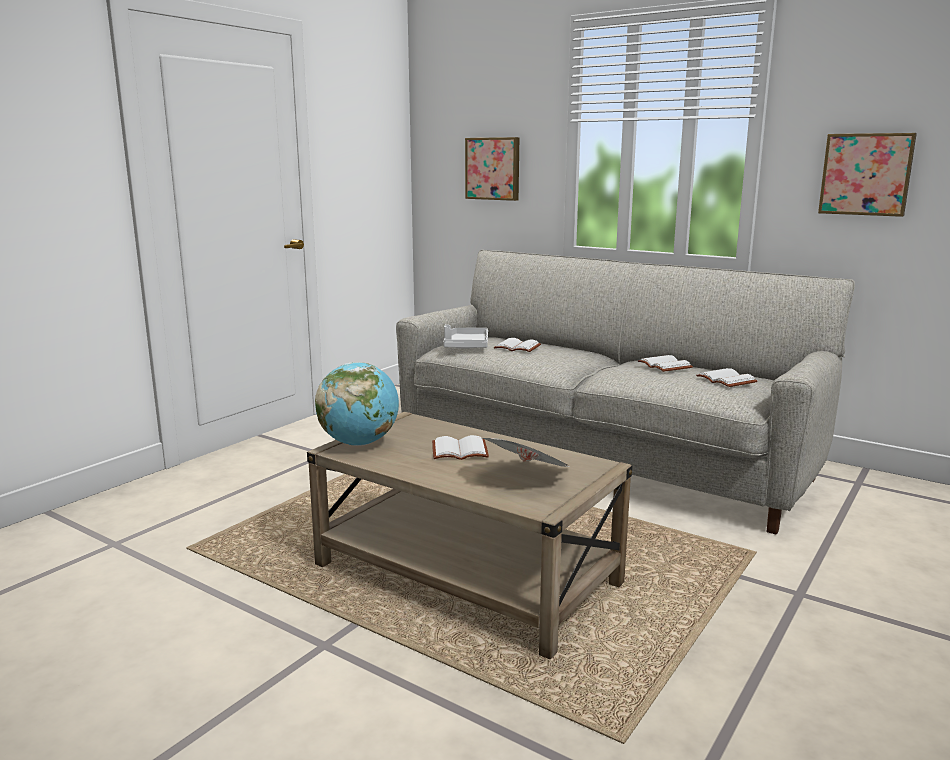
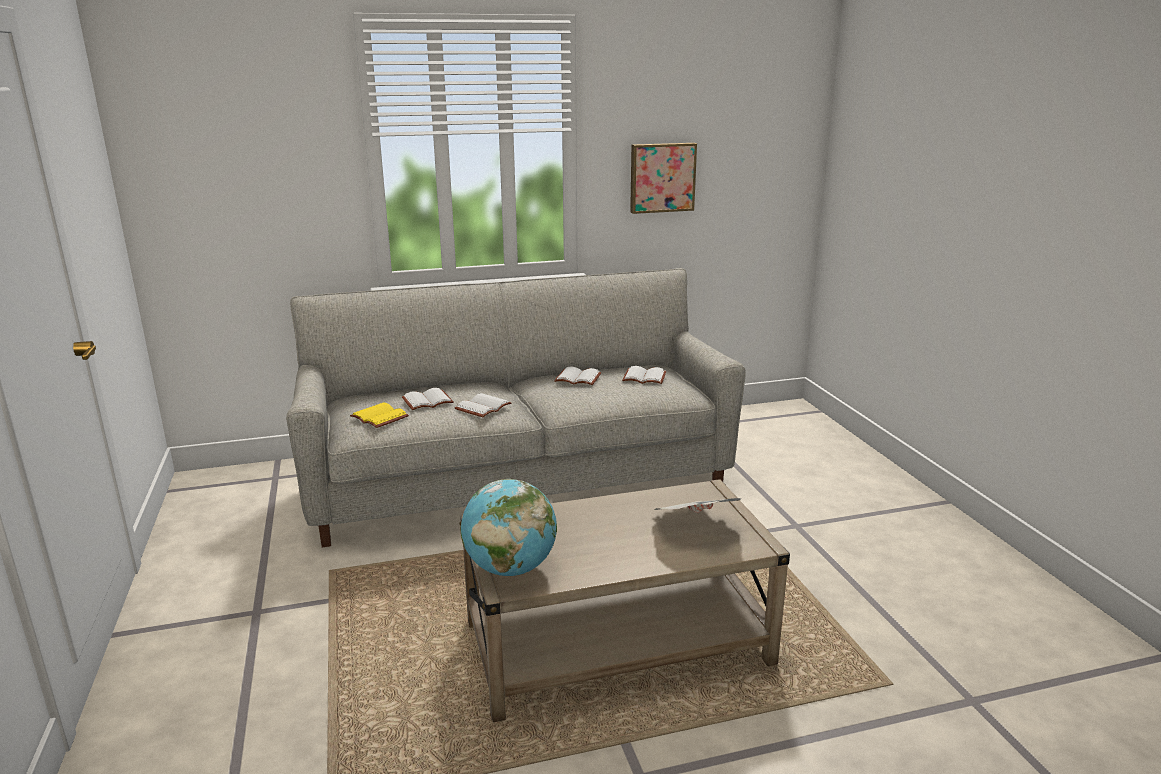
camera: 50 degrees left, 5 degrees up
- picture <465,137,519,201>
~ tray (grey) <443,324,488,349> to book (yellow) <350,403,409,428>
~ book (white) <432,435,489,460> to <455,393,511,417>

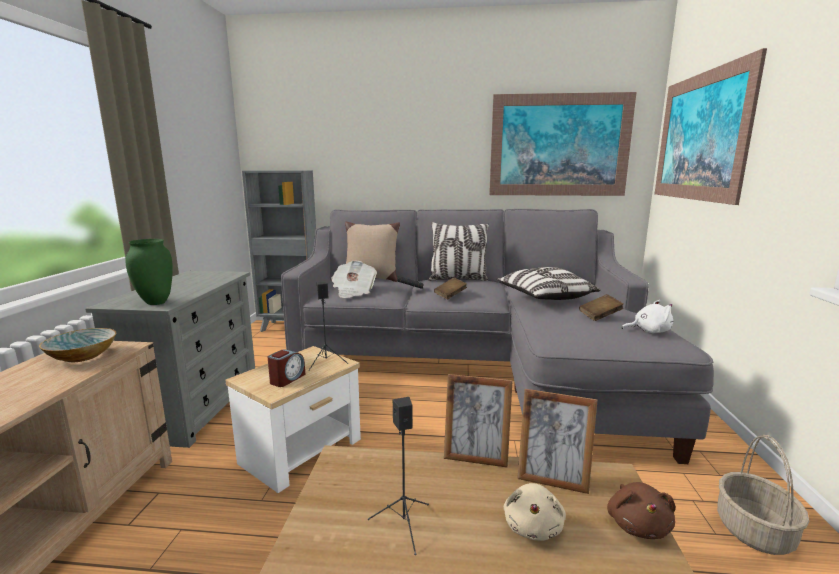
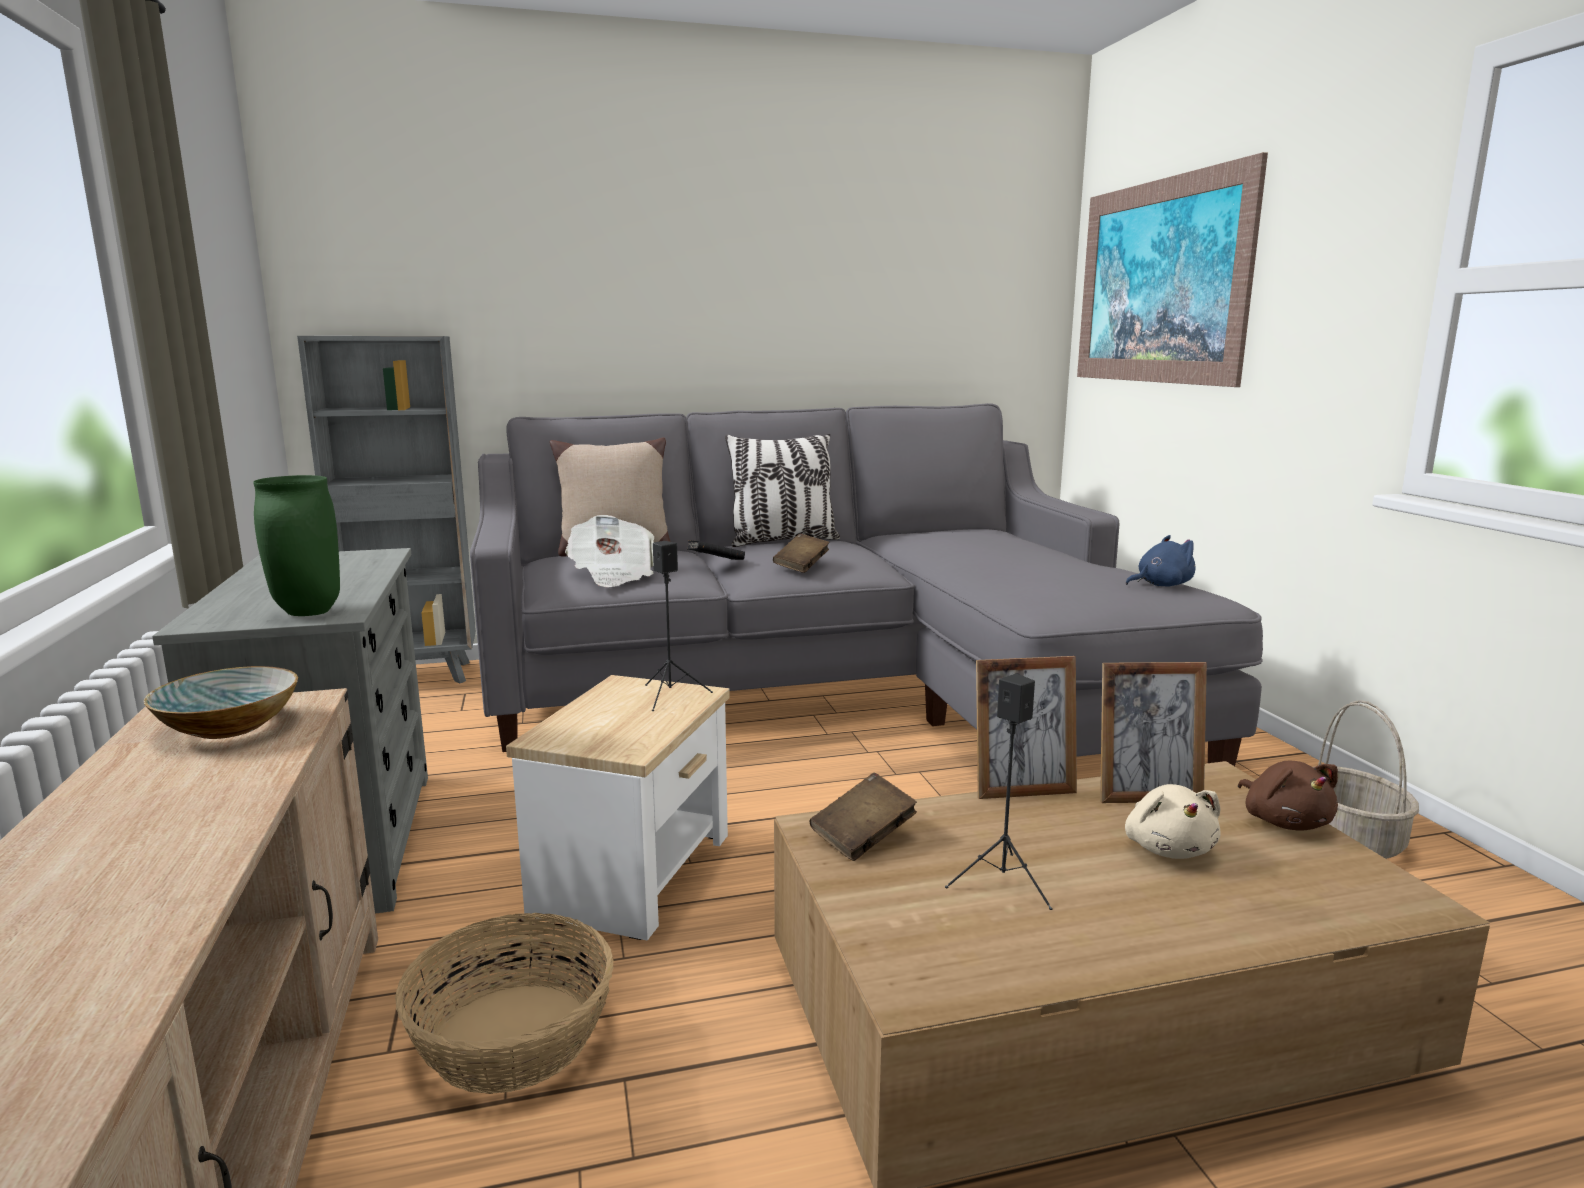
camera: 20 degrees left, 0 degrees up
- picture <489,92,637,196>
- pillow <497,267,601,300>
~ book (brown) <579,294,623,321> to <810,773,917,861>
~ plush toy (white) <622,300,673,333> to plush toy (blue) <1126,535,1195,587>
- alarm clock <268,349,305,387>
+ basket <395,913,614,1094>

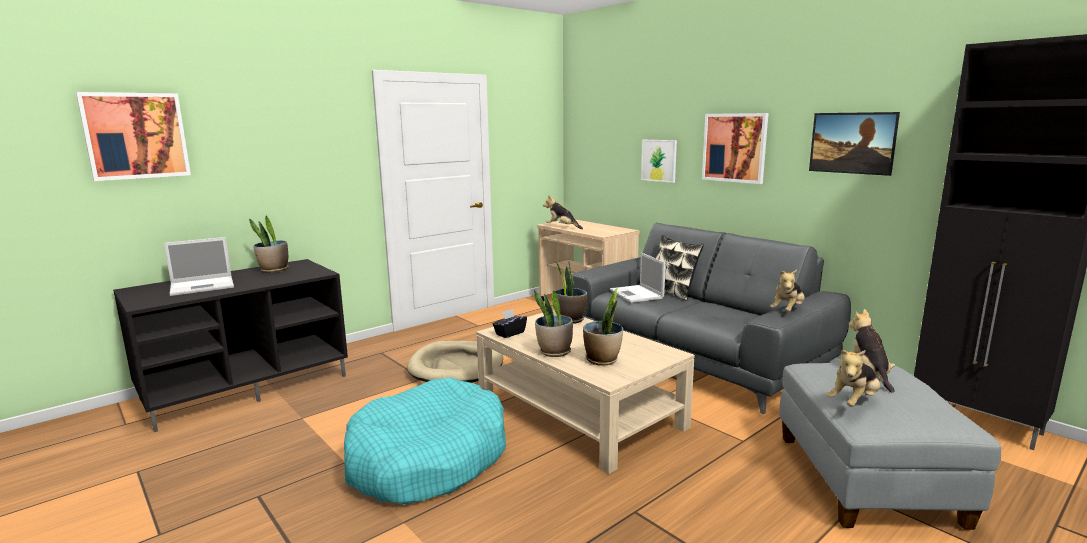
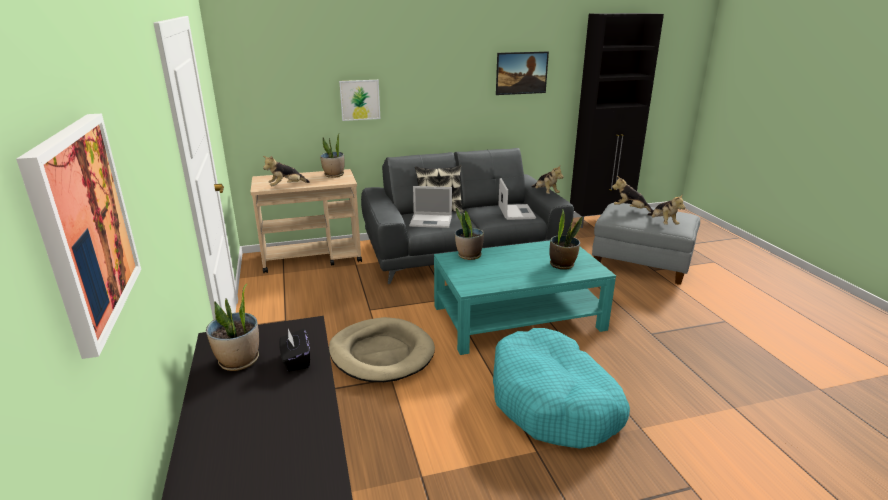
camera: 65 degrees left, 10 degrees up
- picture <702,113,769,184>
~ laptop <164,237,234,296> to <498,178,536,220>
~ potted plant <534,290,573,357> to <320,134,345,178>
~ tissue box (black) <493,309,527,338> to <279,329,310,372>
~ coffee table (beige) <476,310,695,474> to coffee table (turquoise) <434,240,616,355>

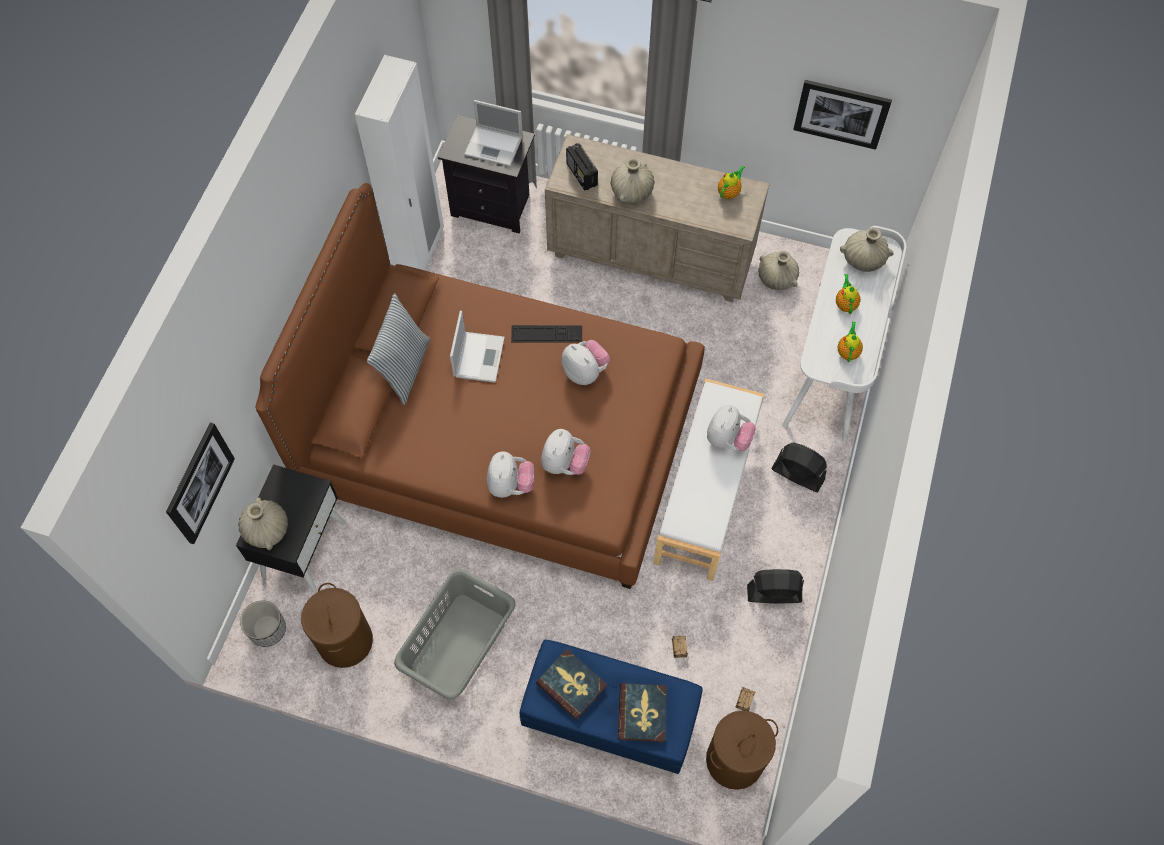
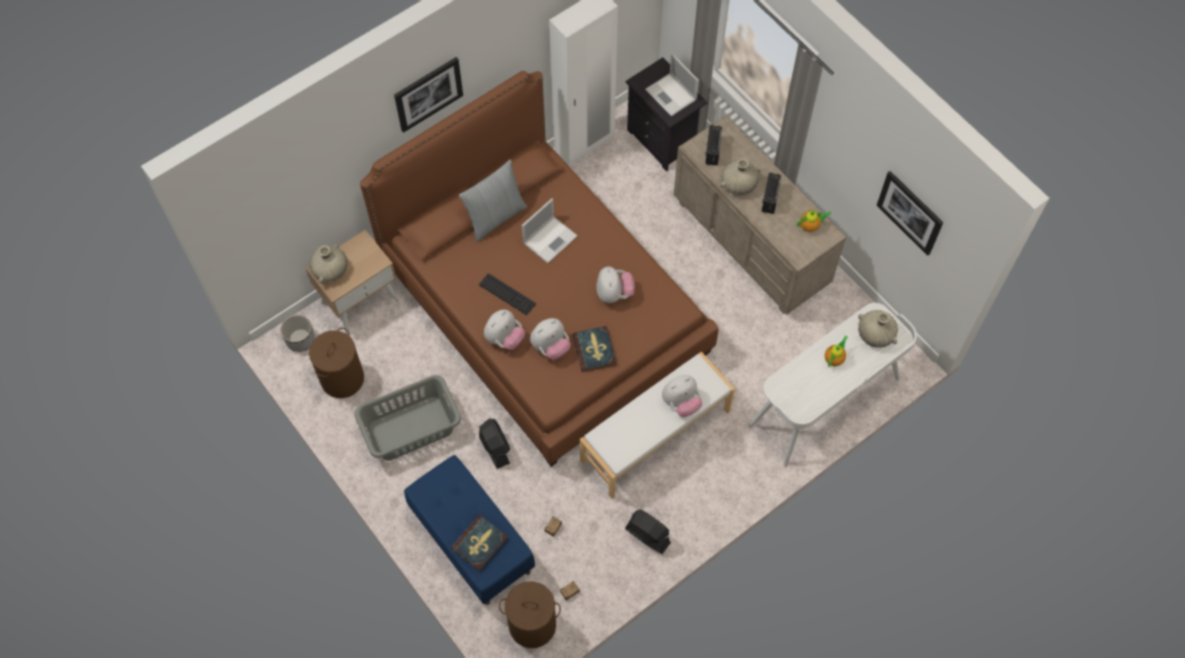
camera: 35 degrees right, 0 degrees up
- vase (beige) <758,251,799,290>
- teapot <838,321,863,362>
~ keyboard <511,325,582,343> to <479,273,536,315>
~ picture <166,422,235,544> to <394,57,463,133>
~ fan (black) <771,442,827,492> to <479,419,510,469>
~ nightstand (black) <236,464,346,593> to nightstand (beige) <305,230,399,334>
~ book <536,649,607,720> to <573,326,616,372>
+ radio <761,173,781,214>

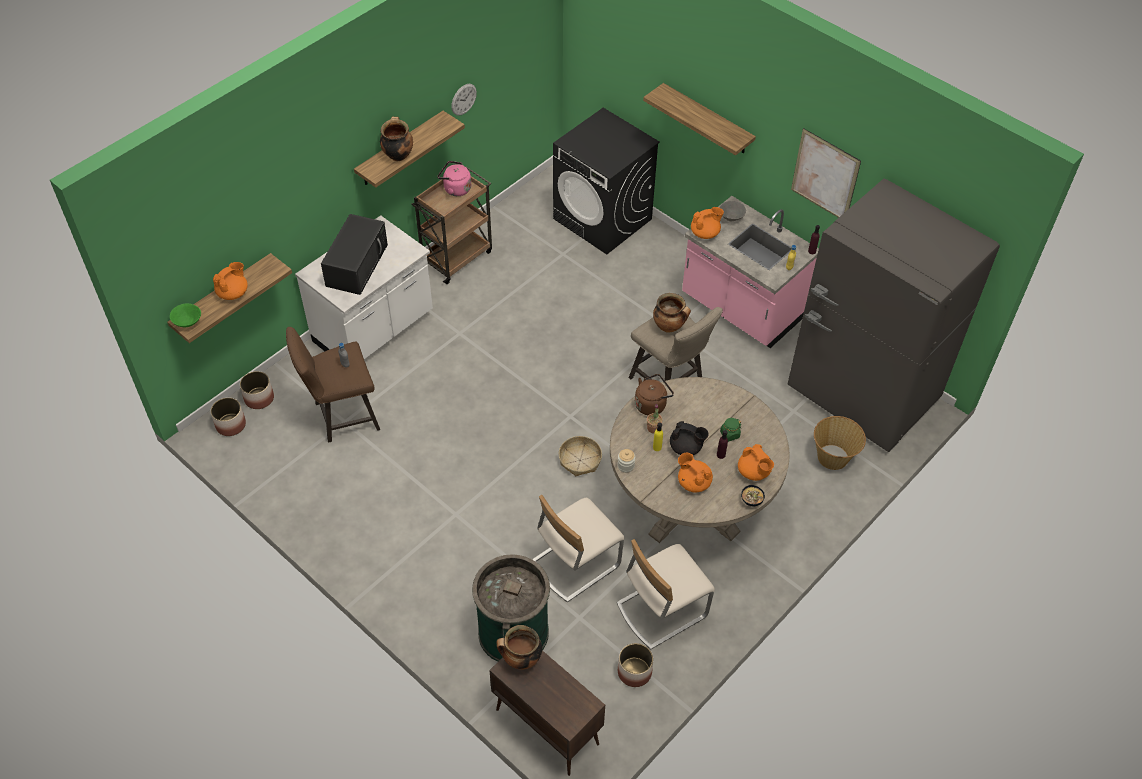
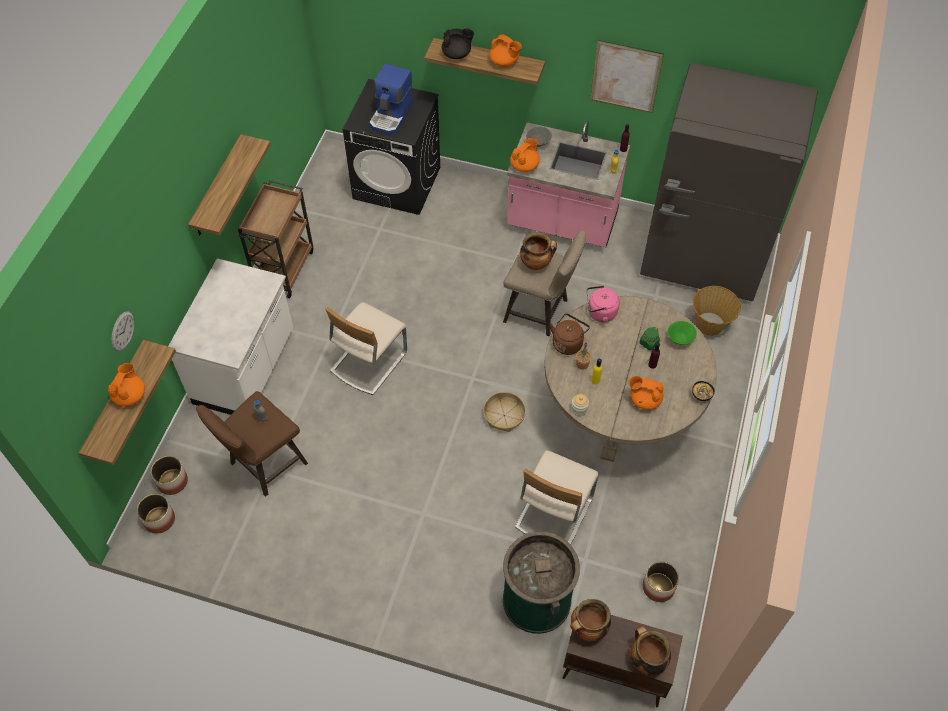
camera: 25 degrees left, 5 degrees up
~ wall clock <451,84,477,116> to <111,311,134,351>
~ cooking pot <380,117,413,161> to <630,626,671,675>
~ kettle (pink) <438,161,471,196> to <586,286,619,323>
- microwave (black) <321,214,388,295>
~ bowl (green) <170,304,201,327> to <668,321,697,345>
~ teapot (black) <670,421,709,455> to <442,28,474,59>
~ teapot (orange) <738,444,774,481> to <490,34,522,67>
~ chair (beige) <617,539,715,650> to <325,302,407,395>
+ coffee machine <369,63,413,135>

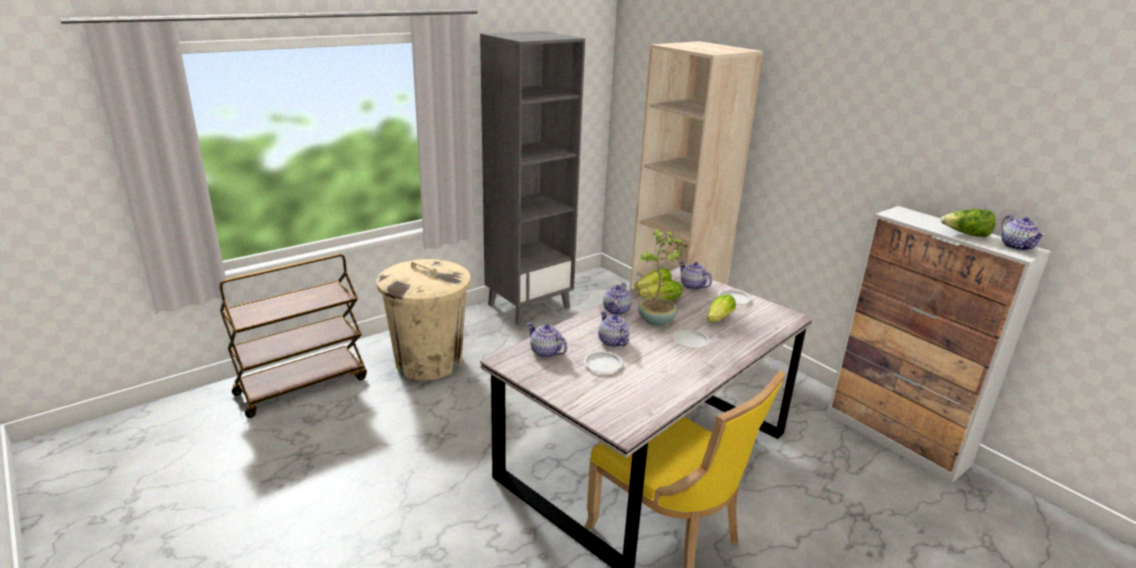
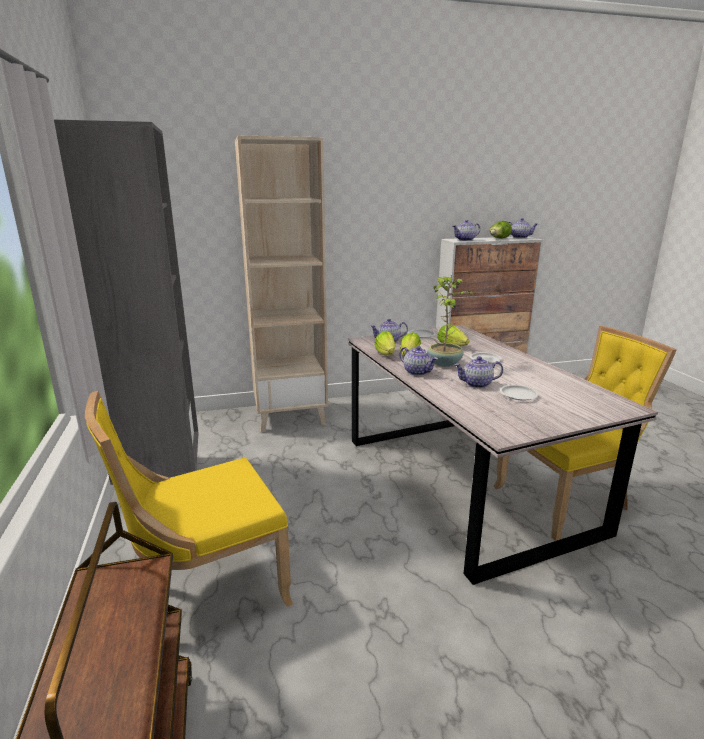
camera: 65 degrees left, 5 degrees down
~ trash can (beige) <377,259,471,380> to chair (yellow) <85,391,293,607>
~ teapot <527,322,567,358> to <453,220,480,241>

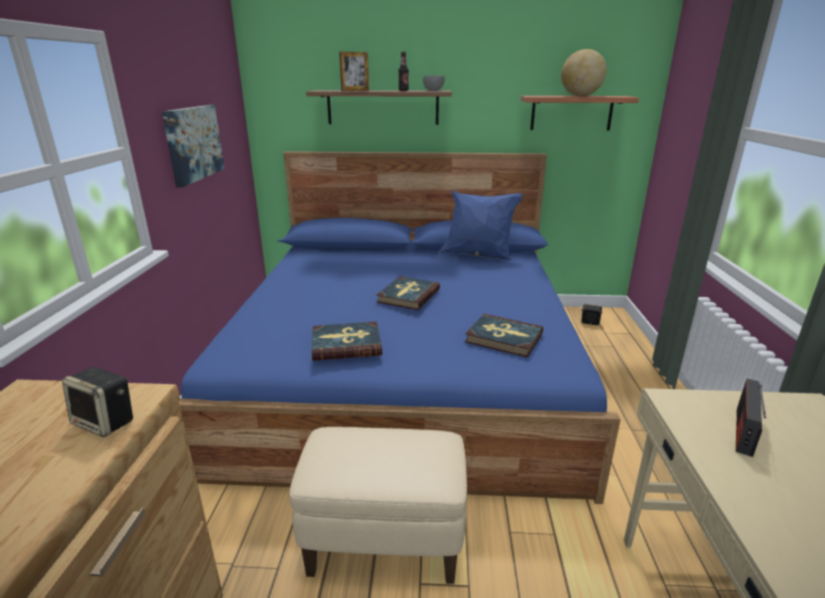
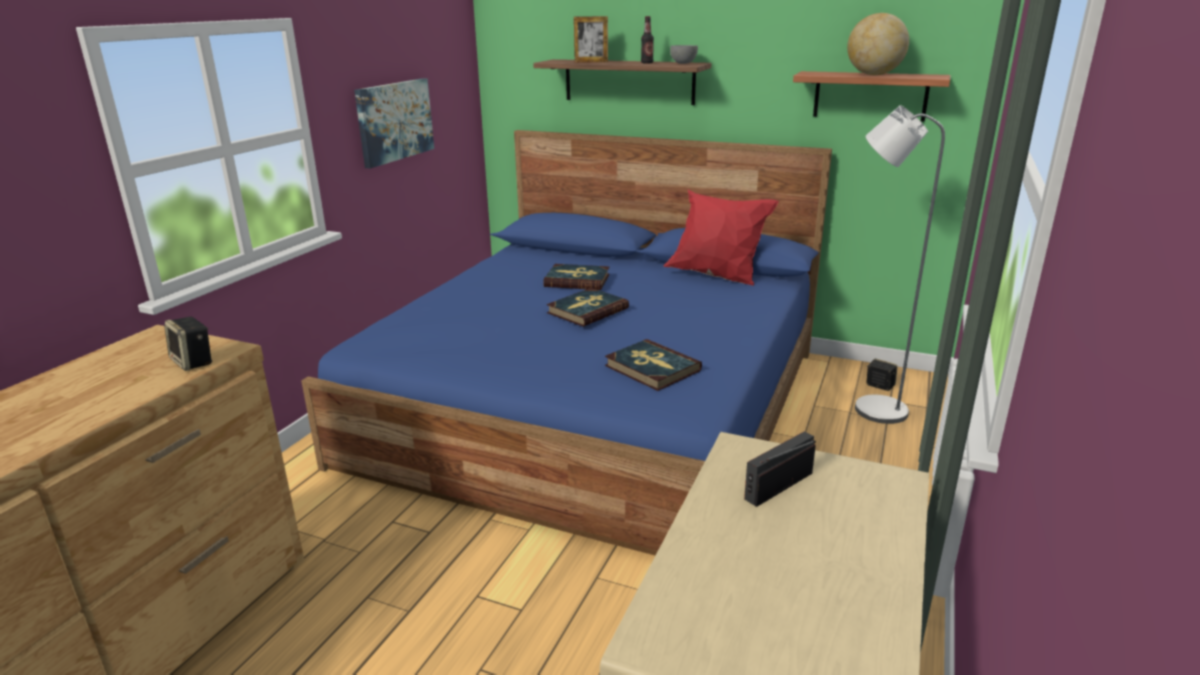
camera: 20 degrees right, 0 degrees up
~ pillow (blue) <438,190,523,260> to pillow (red) <663,190,779,286>
~ book <312,321,382,361> to <543,264,610,290>
- ottoman (beige) <290,427,467,584>
+ floor lamp (grey) <855,105,945,424>

